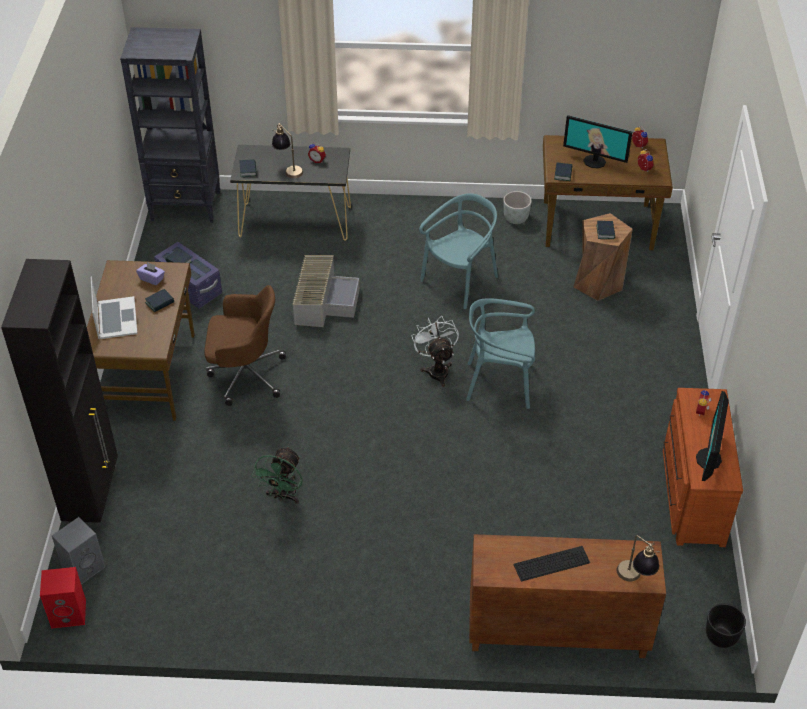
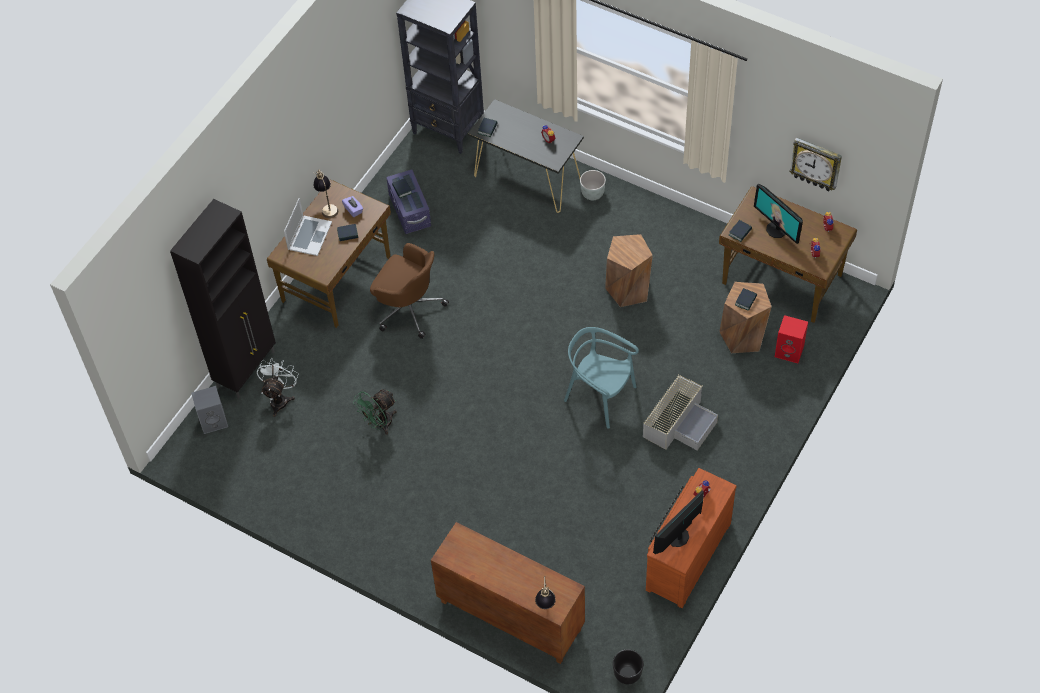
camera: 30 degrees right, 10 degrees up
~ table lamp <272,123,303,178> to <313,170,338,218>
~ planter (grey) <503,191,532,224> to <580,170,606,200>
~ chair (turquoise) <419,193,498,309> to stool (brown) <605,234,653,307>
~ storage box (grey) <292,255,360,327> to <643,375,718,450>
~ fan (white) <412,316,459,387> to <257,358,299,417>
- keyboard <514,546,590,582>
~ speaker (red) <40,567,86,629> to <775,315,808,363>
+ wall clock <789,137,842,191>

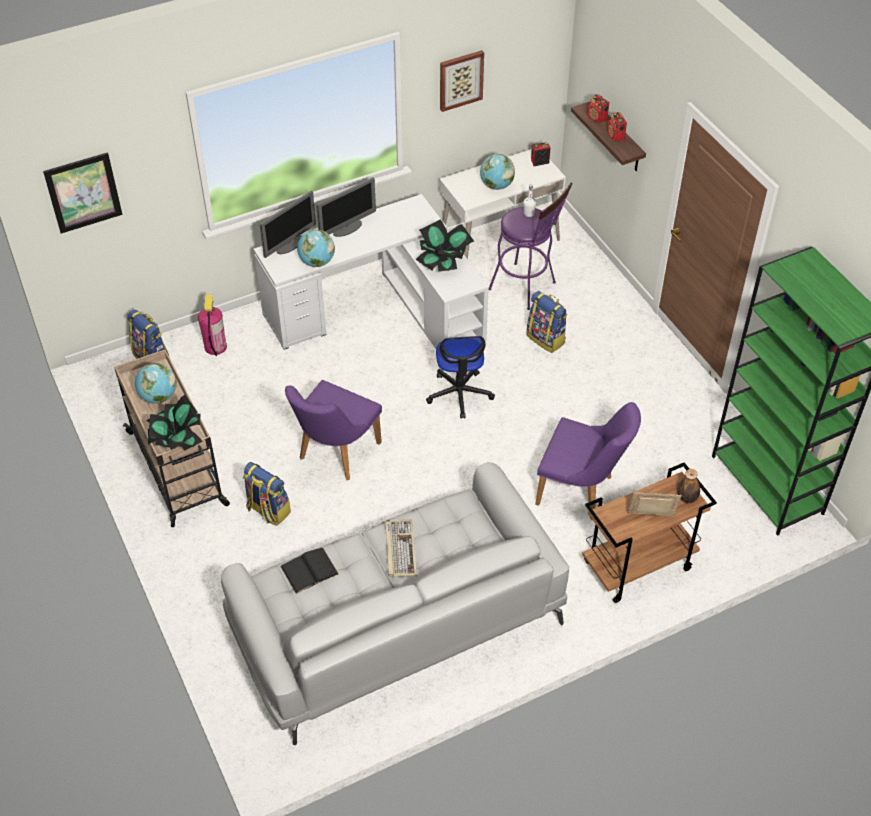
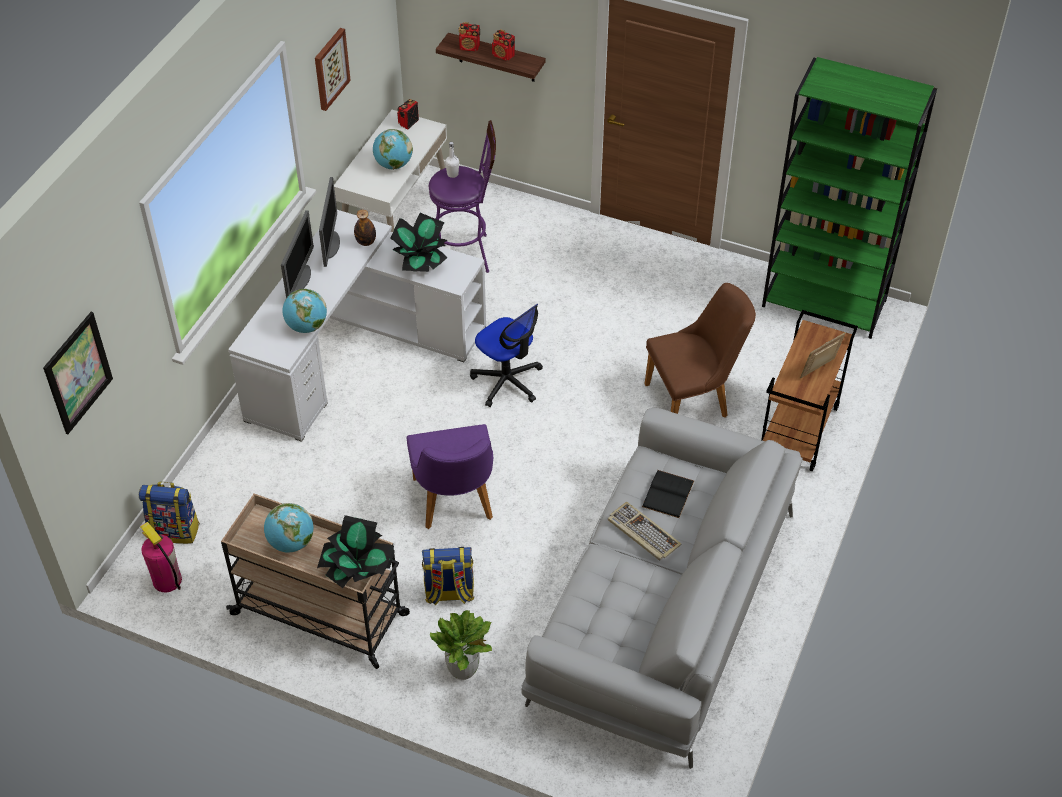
camera: 40 degrees left, 0 degrees up
~ monitor <259,191,316,258> to <319,177,340,267>
- backpack <526,291,567,353>
~ fire extinguisher <198,294,227,356> to <140,522,182,592>
~ chair (purple) <535,402,641,520> to chair (brown) <645,283,756,418>
~ bottle <678,469,700,503> to <354,210,376,246>
~ book (black) <280,548,339,594> to <642,470,694,518>
+ potted plant <430,610,492,680>

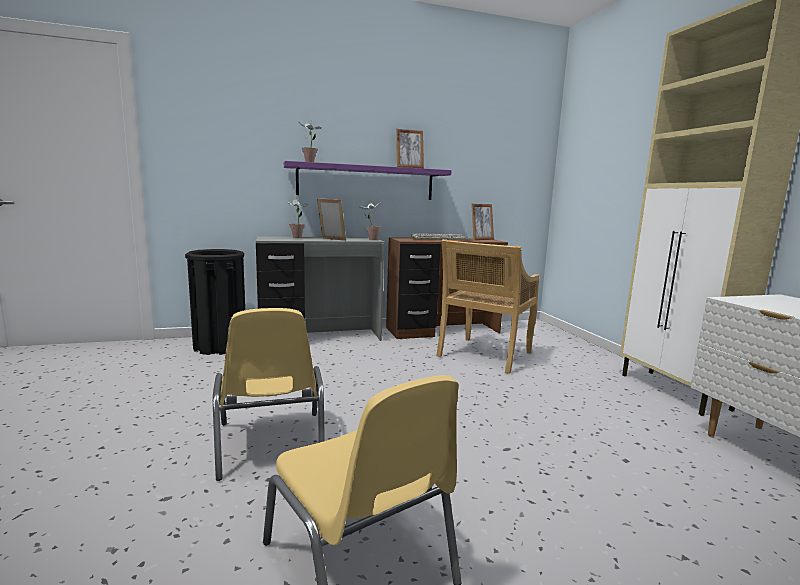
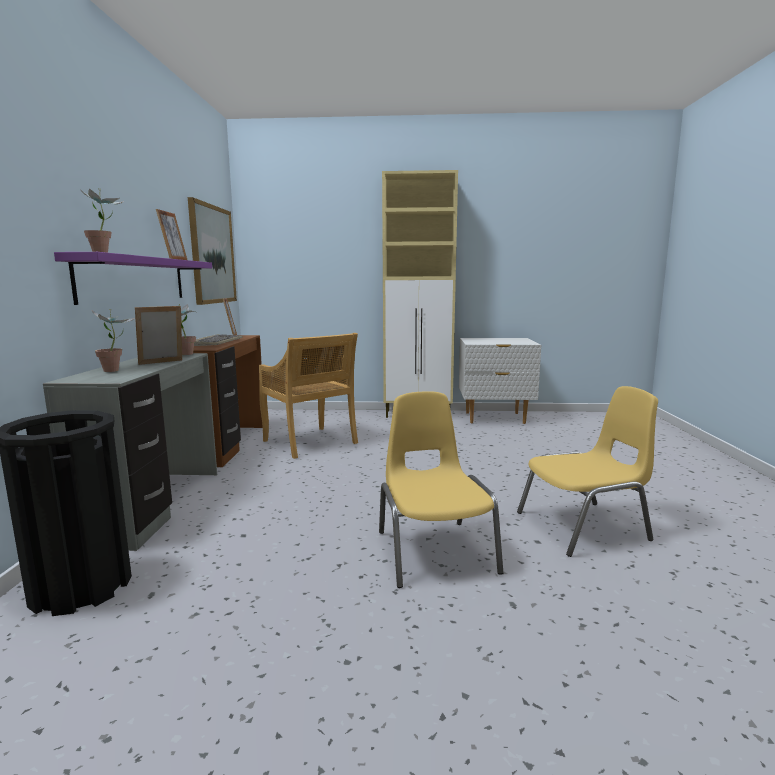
camera: 70 degrees left, 0 degrees up
~ chair (yellow) <213,308,325,481> = <379,391,503,588> 105 degrees counterclockwise
+ picture <188,197,237,305>

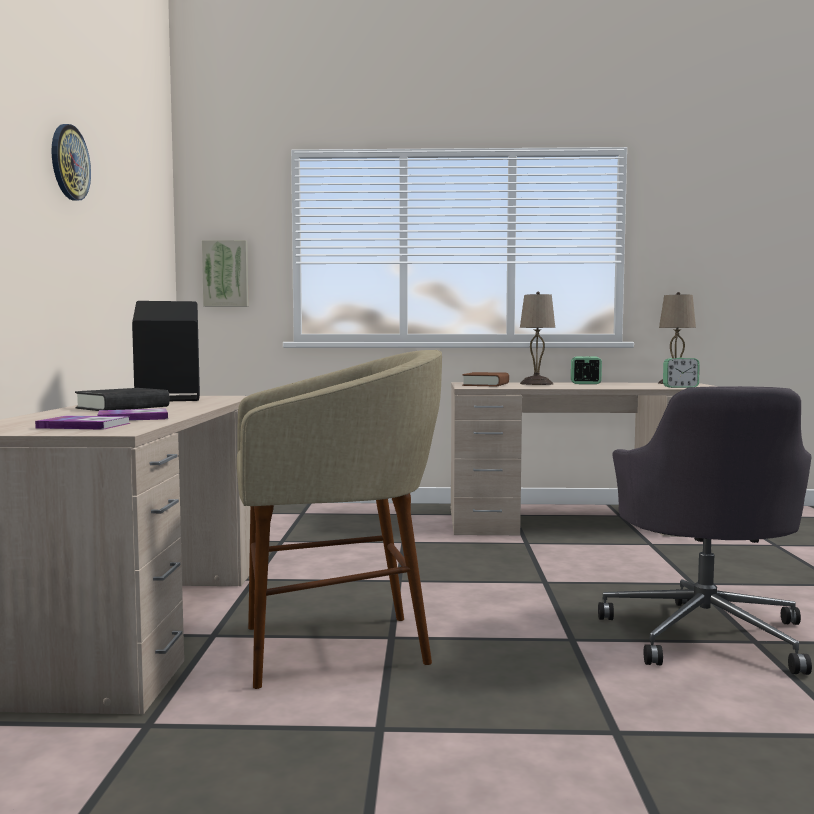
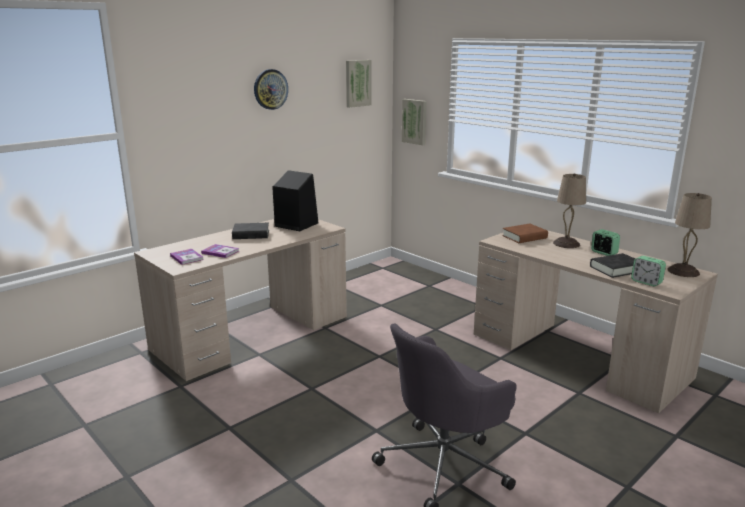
camera: 45 degrees right, 15 degrees up
- stool (beige) <237,350,442,689>
+ picture <346,60,371,108>
+ book (black) <590,253,635,278>

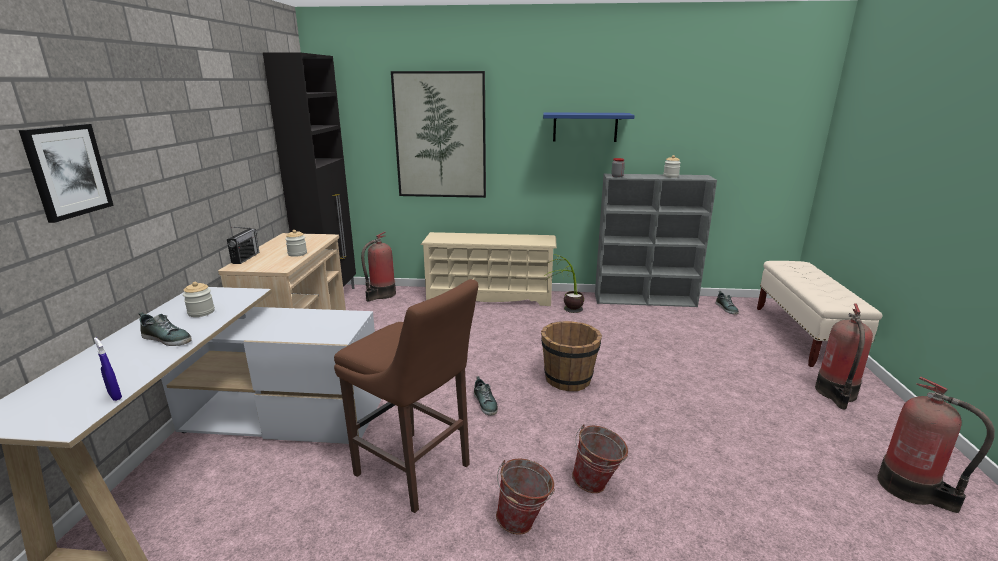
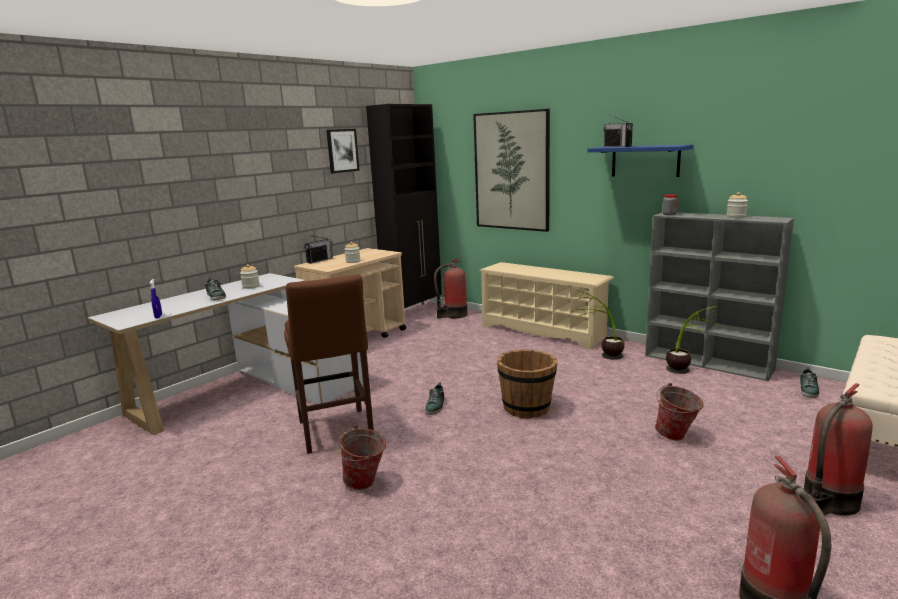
camera: 35 degrees right, 5 degrees down
~ picture <19,124,114,223> to <326,129,360,173>
~ bucket <572,424,628,493> to <655,383,704,440>
+ radio <603,114,633,147>
+ potted plant <666,306,722,374>

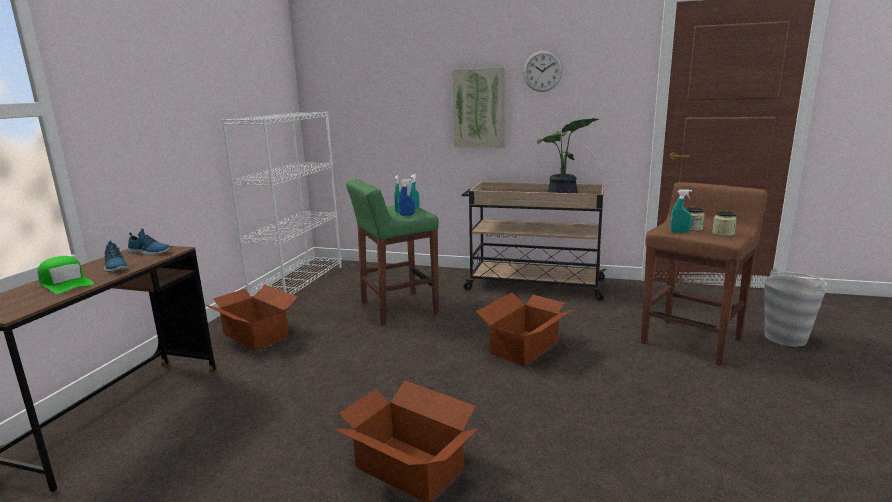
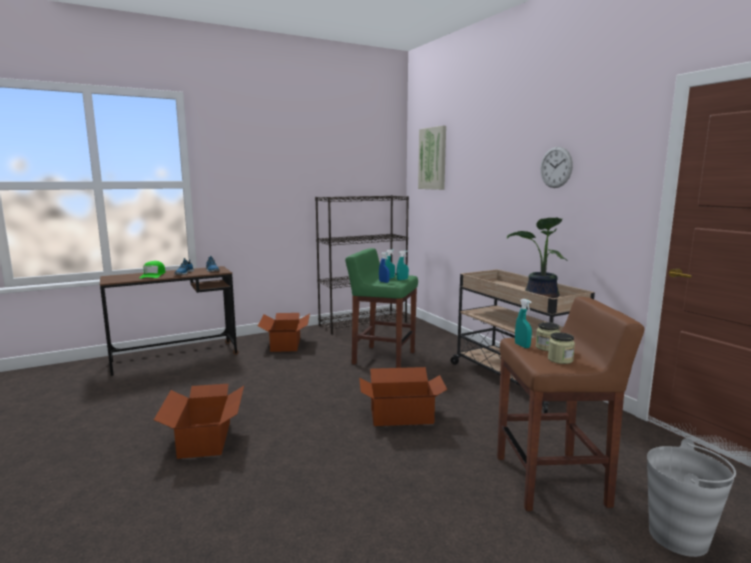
camera: 45 degrees right, 5 degrees down
~ picture <452,67,506,148> to <418,126,446,190>
~ bookcase (white) <221,112,342,296> to bookcase (black) <315,195,409,334>

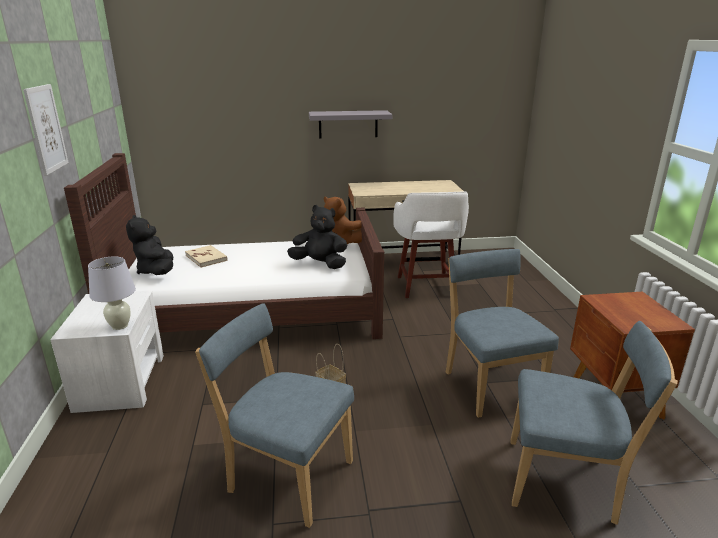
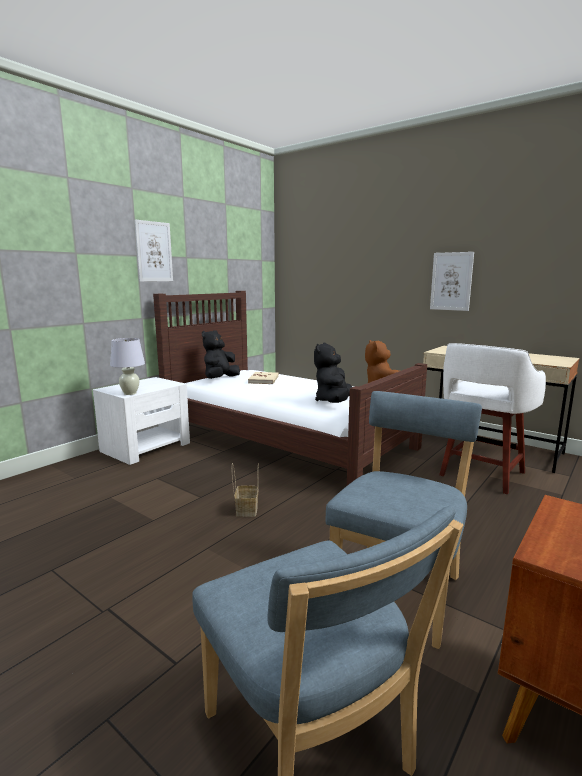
camera: 45 degrees right, 10 degrees down
~ shelf (grey) <309,110,392,138> to picture <430,252,474,311>
~ plush toy (black) <287,205,348,269> = <314,342,352,403> 135 degrees counterclockwise
- chair (blue) <195,303,354,528>

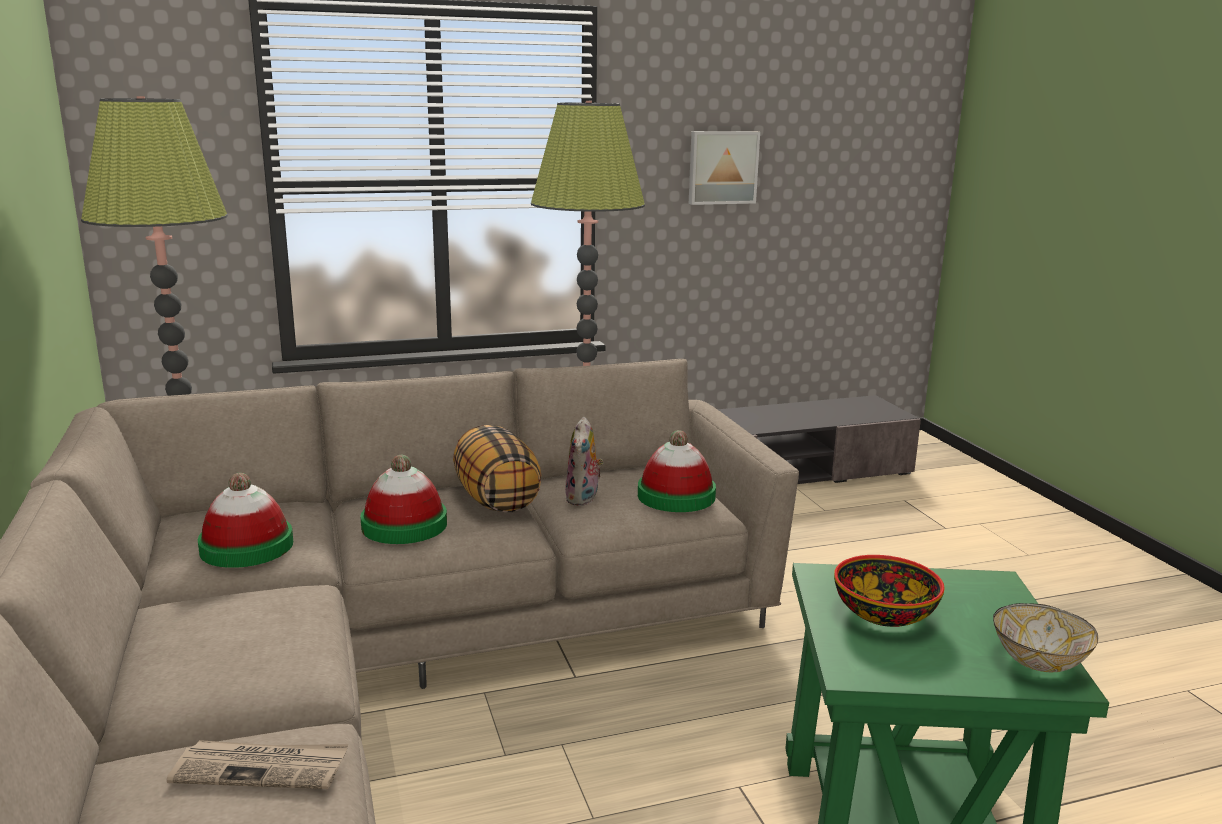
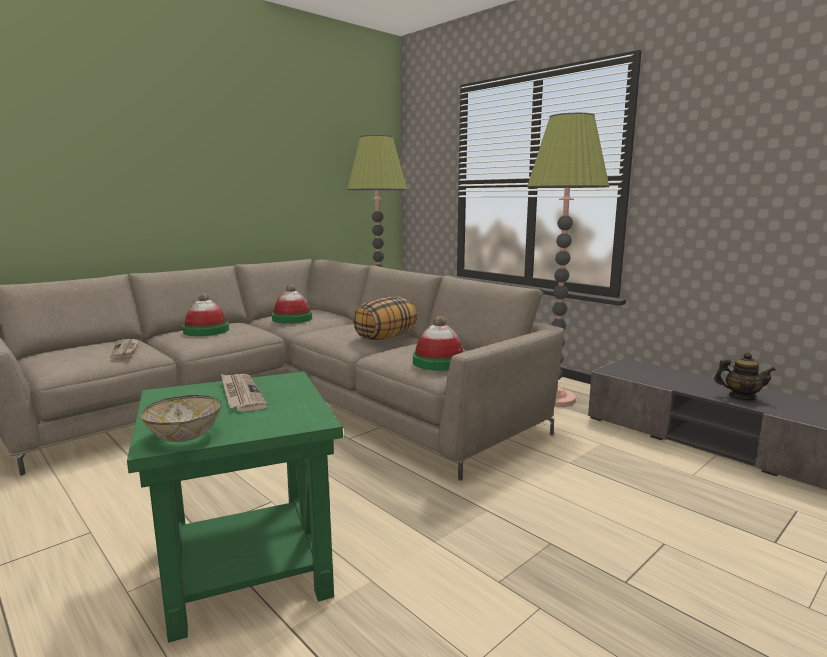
camera: 65 degrees right, 5 degrees down
- picture <689,131,760,205>
- plush toy <565,417,604,506>
~ hat <360,455,447,544> to <183,293,229,336>
~ bowl <834,555,945,627> to newspaper <221,374,268,412>
+ teapot <714,352,776,401>

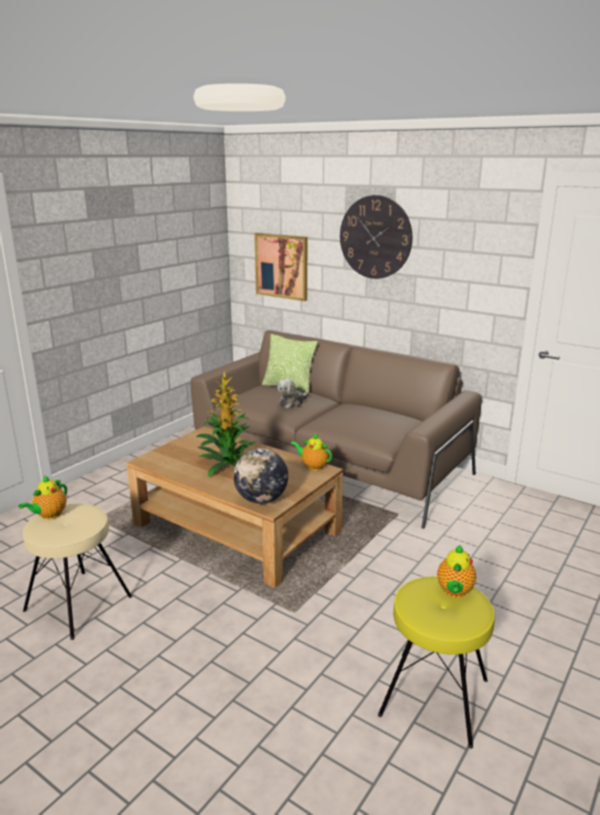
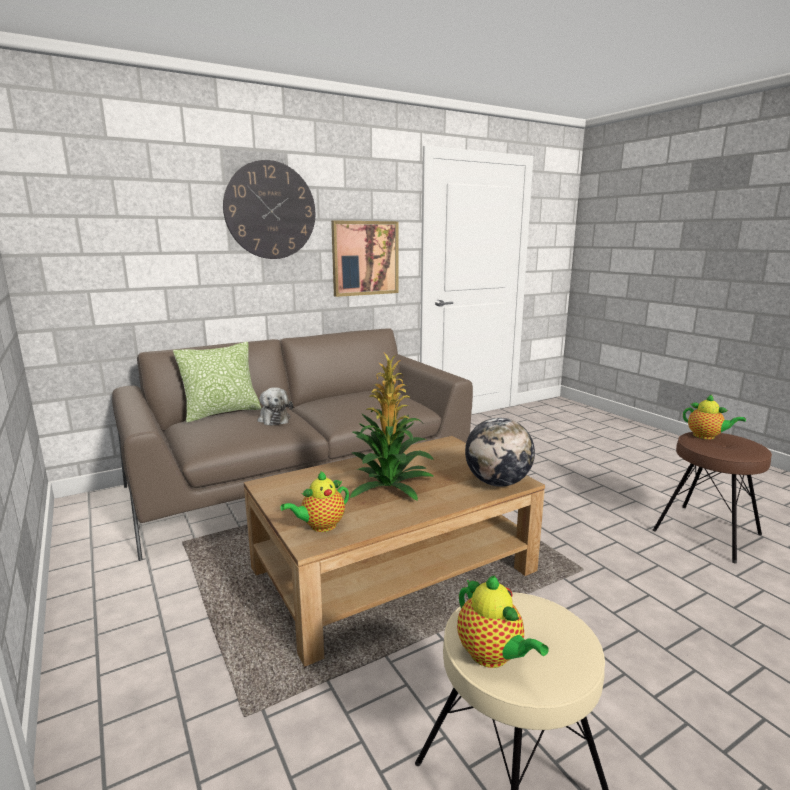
camera: 65 degrees left, 5 degrees down
~ picture <254,233,307,301> to <331,220,399,297>
~ teapot <291,434,332,471> to <280,471,349,532>
~ stool (yellow) <378,576,495,749> to stool (brown) <653,432,772,563>

